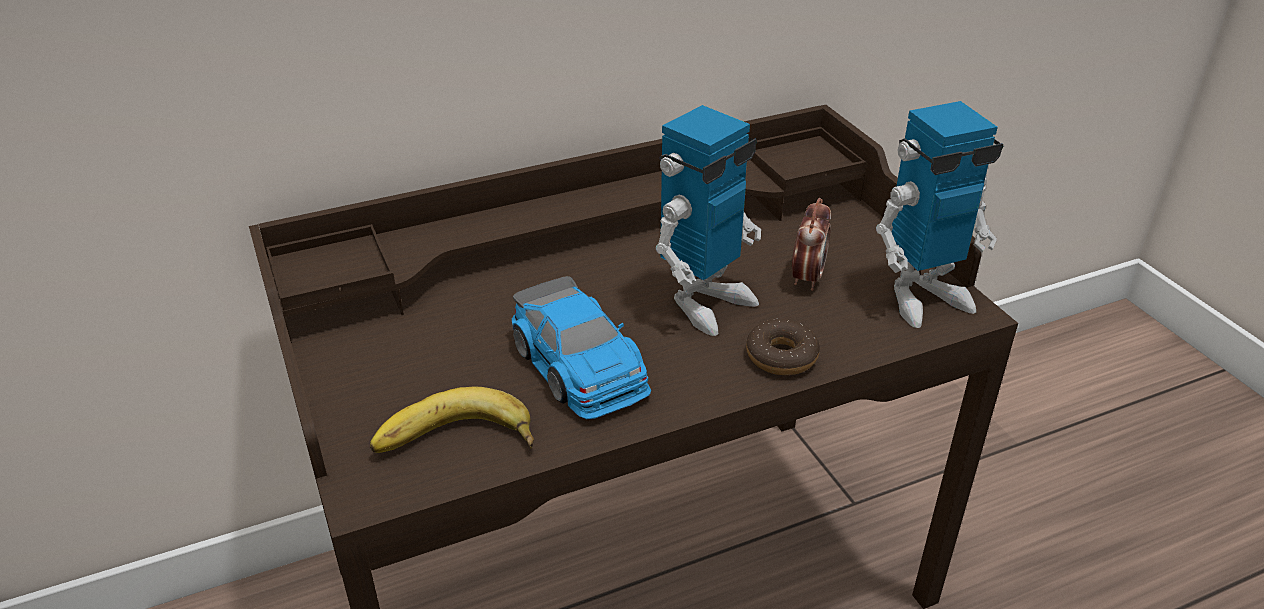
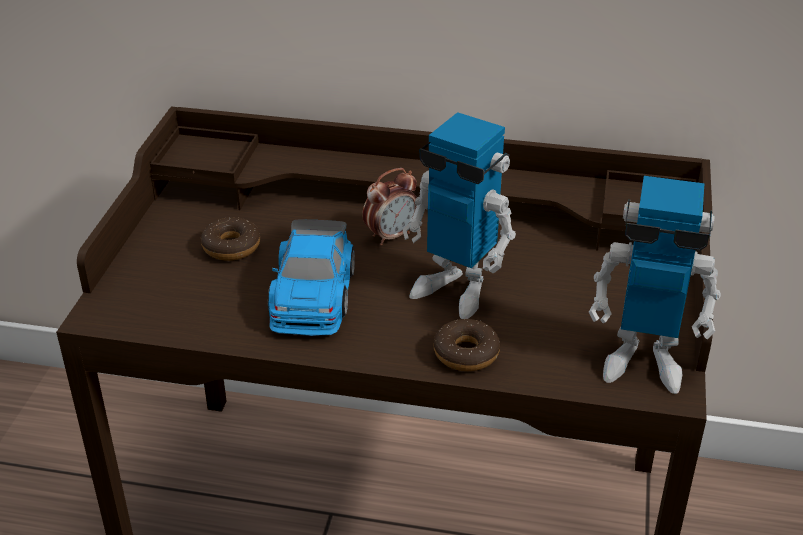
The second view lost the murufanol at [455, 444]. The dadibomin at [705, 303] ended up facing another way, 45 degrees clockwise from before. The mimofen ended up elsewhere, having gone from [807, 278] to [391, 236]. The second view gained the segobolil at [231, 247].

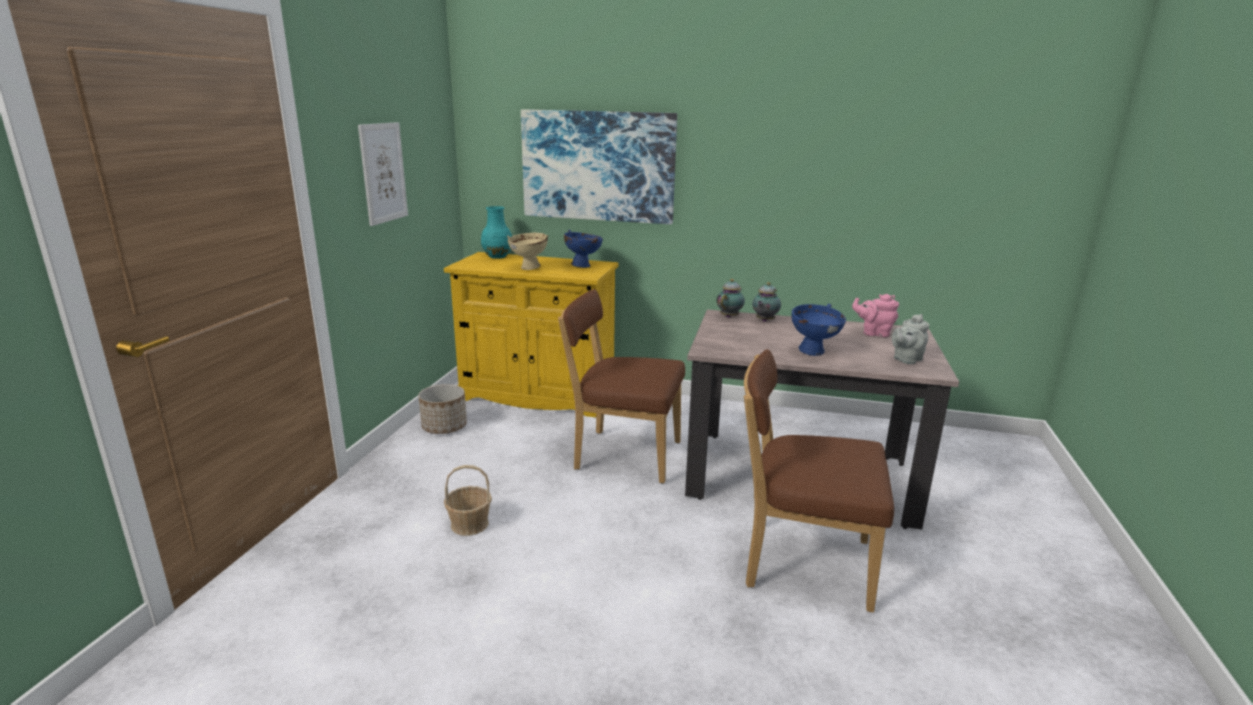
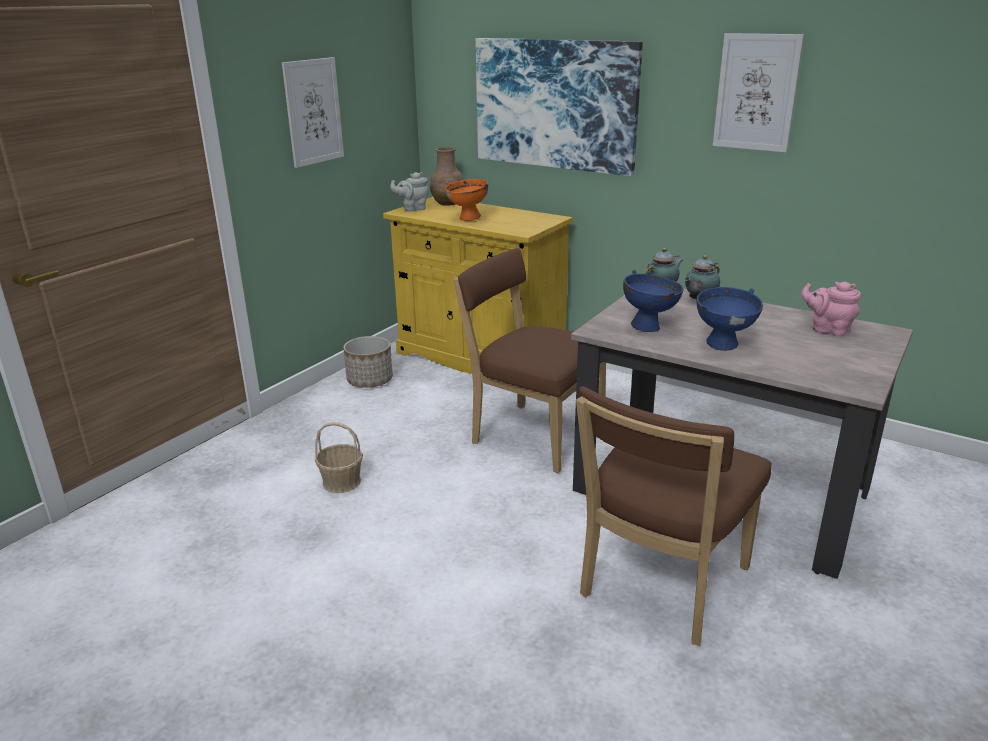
What was the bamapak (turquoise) at [498, 256] turned into the bamapak (brown) at [448, 203]. What was the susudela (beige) at [529, 268] turned into the susudela (orange) at [468, 219]. The susudela (blue) ended up elsewhere, having gone from [583, 266] to [648, 327]. The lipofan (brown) at [800, 562] ended up facing another way, 90 degrees counterclockwise from before. The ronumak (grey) ended up elsewhere, having gone from [906, 359] to [412, 209]. The second view gained the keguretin at [756, 92].

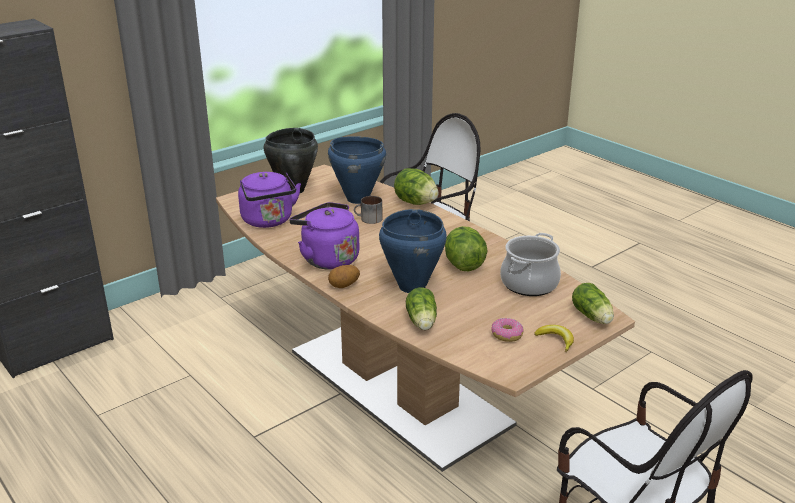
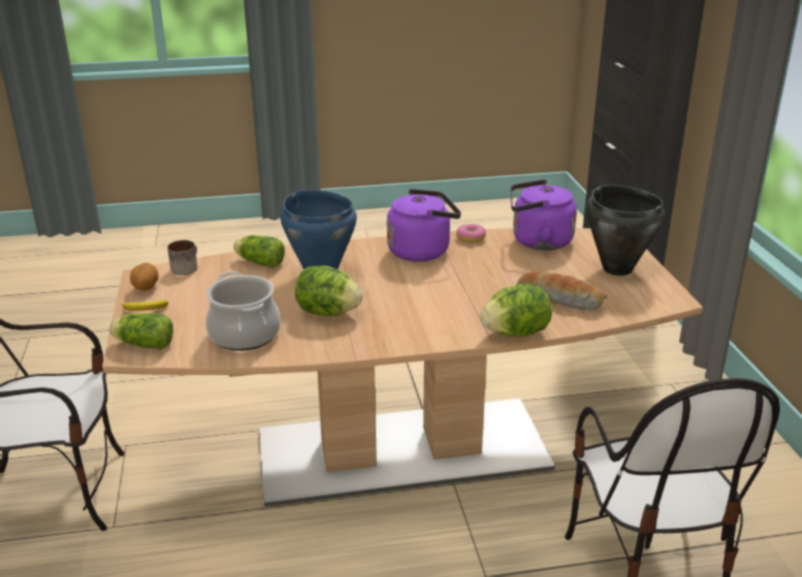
Where the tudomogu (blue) stood at [357, 199], the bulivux came to stand at [560, 299]. The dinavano ended up elsewhere, having gone from [344, 286] to [145, 288]. The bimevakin ended up elsewhere, having gone from [368, 219] to [185, 267]. The segobolil ended up elsewhere, having gone from [506, 335] to [471, 238].

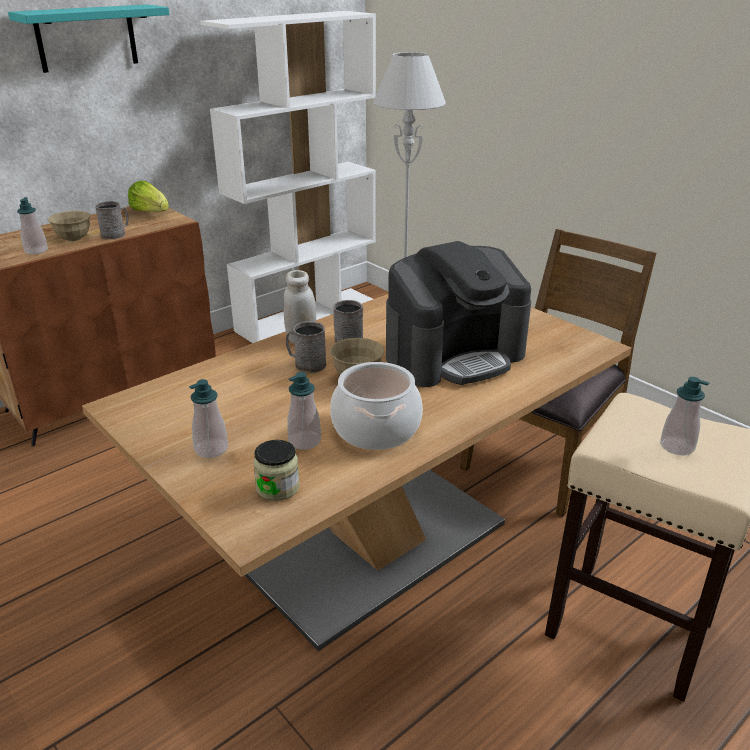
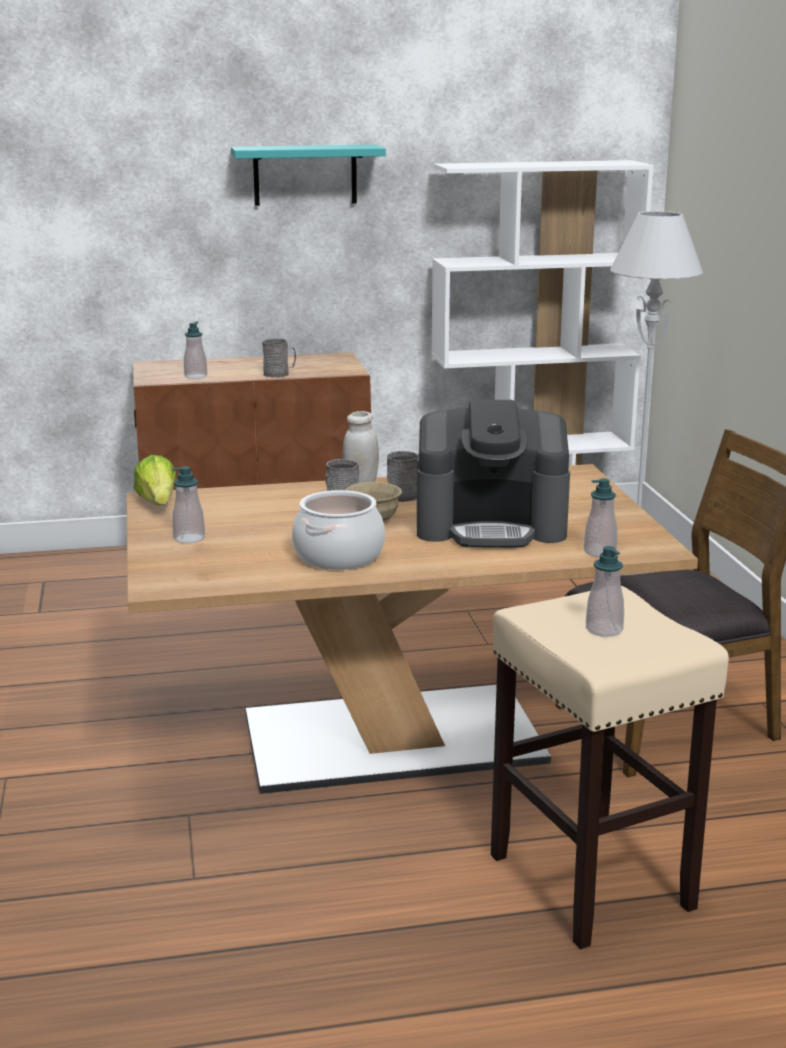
The second view lost the susudela (beige) at [74, 239]. The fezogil ended up elsewhere, having gone from [151, 212] to [158, 503]. The second view lost the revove at [278, 487]. The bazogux ended up elsewhere, having gone from [304, 441] to [599, 552].

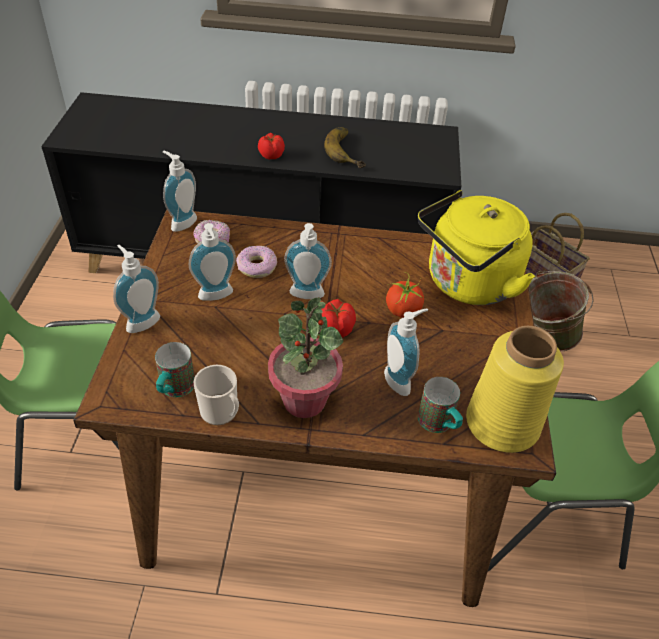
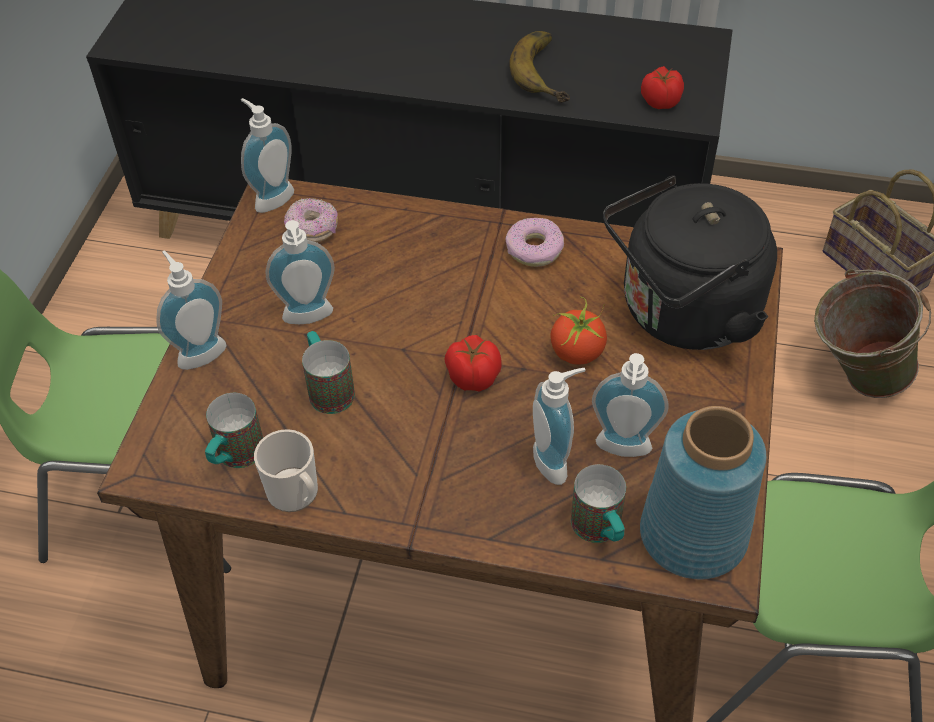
The segobolil ended up elsewhere, having gone from [257, 267] to [534, 249]. The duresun ended up elsewhere, having gone from [271, 155] to [660, 101]. The second view lost the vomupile at [304, 400]. The bazogux ended up elsewhere, having gone from [306, 296] to [622, 451]. What was the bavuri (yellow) at [467, 284] turned into the bavuri (black) at [682, 314]. What was the bamapak (yellow) at [502, 425] turned into the bamapak (blue) at [693, 537]. The second view gained the bimevakin at [328, 388].

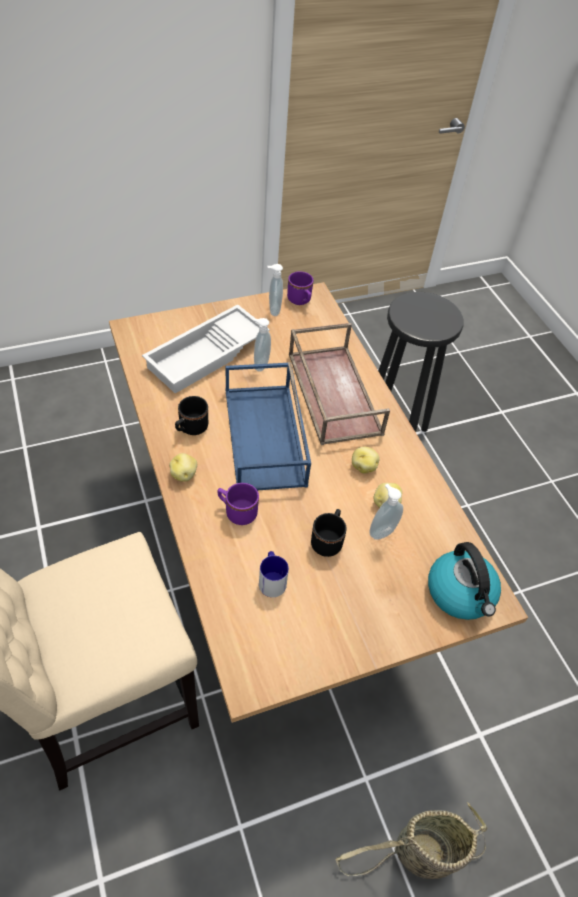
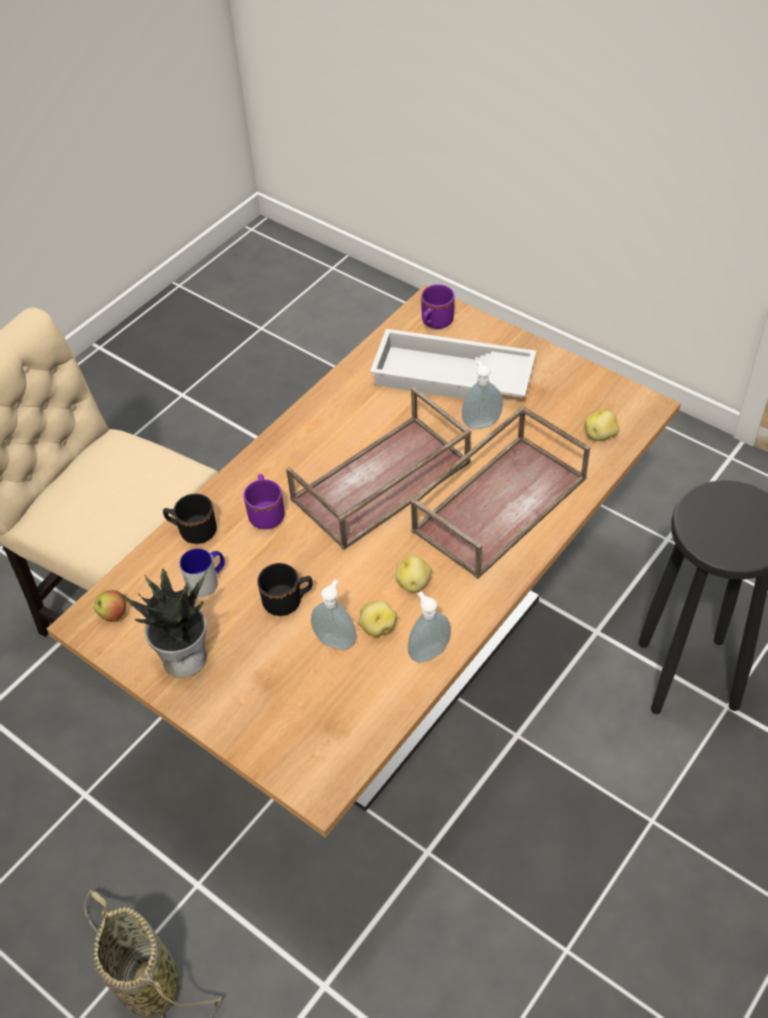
The dinavano ended up elsewhere, having gone from [184, 474] to [601, 435]. The bimevakin (black) ended up elsewhere, having gone from [190, 429] to [192, 531]. What was the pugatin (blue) at [266, 437] turned into the pugatin (brown) at [381, 483]. The bazogux ended up elsewhere, having gone from [273, 310] to [428, 651]. The bimevakin (purple) ended up elsewhere, having gone from [300, 301] to [435, 323]. The second view lost the bavuri at [461, 593]. The second view gained the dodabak at [113, 614]. The second view gained the vomupile at [185, 656].

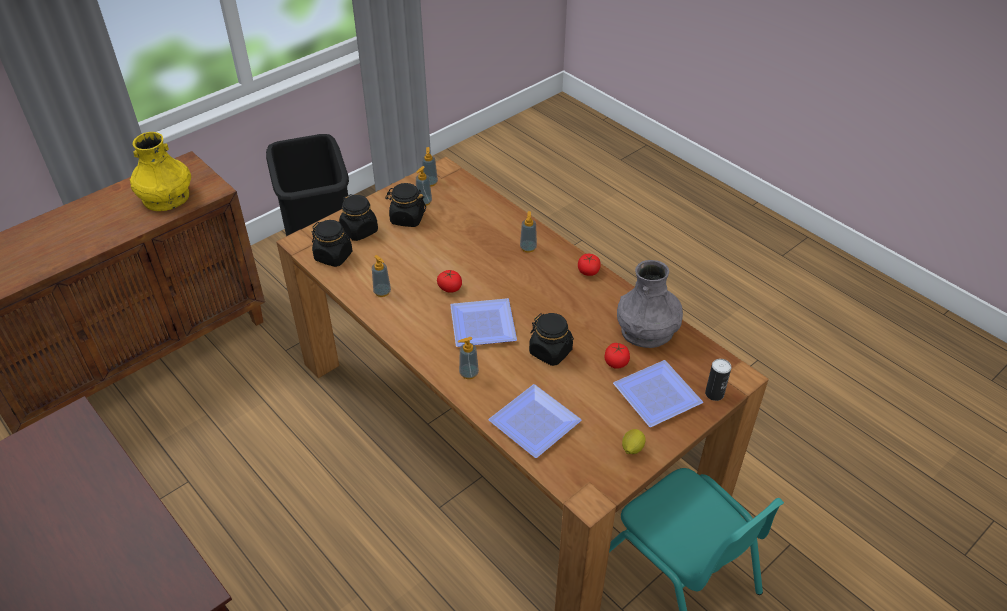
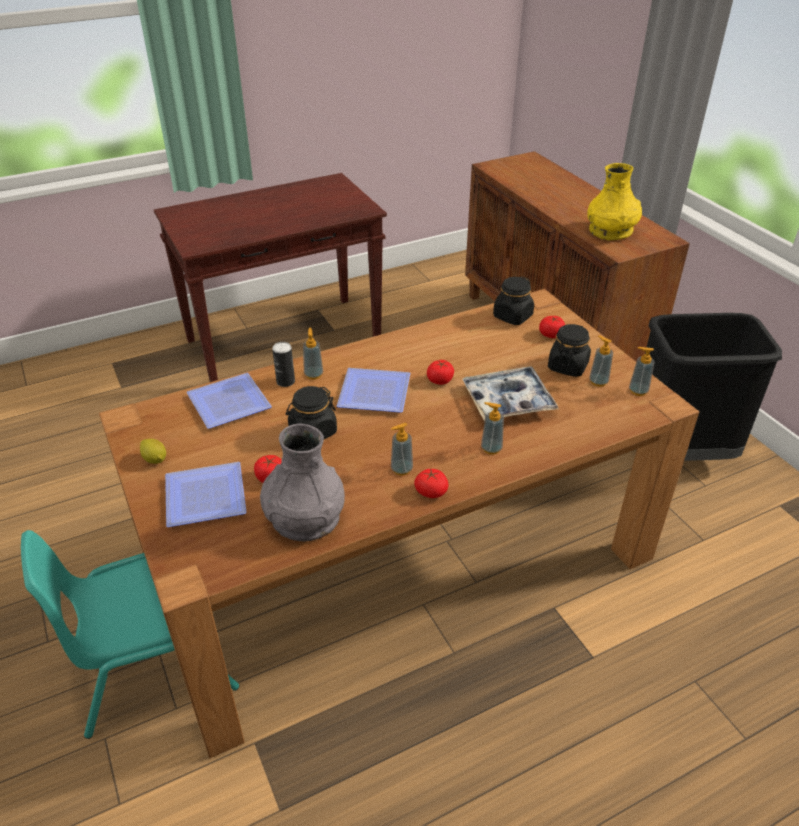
Where the revove (black) stood at [359, 231], the duresun came to stand at [551, 334]. The bazogux ended up elsewhere, having gone from [382, 292] to [401, 469]. The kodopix ended up elsewhere, having gone from [714, 394] to [285, 381]. The second view gained the pugatin at [508, 401].

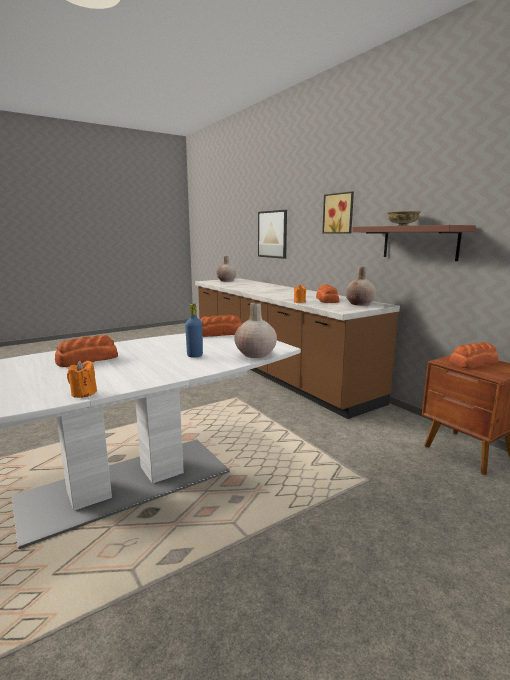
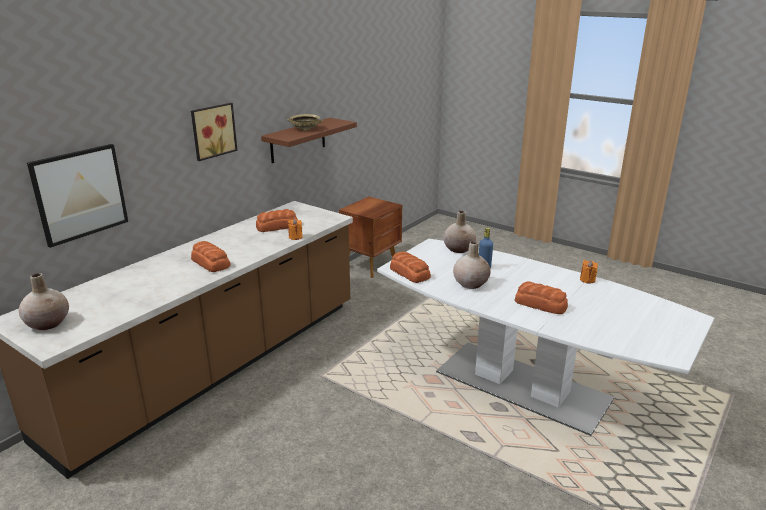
The bamapak (beige) ended up elsewhere, having gone from [360, 304] to [471, 284]. The bulivux ended up elsewhere, having gone from [474, 363] to [210, 262].

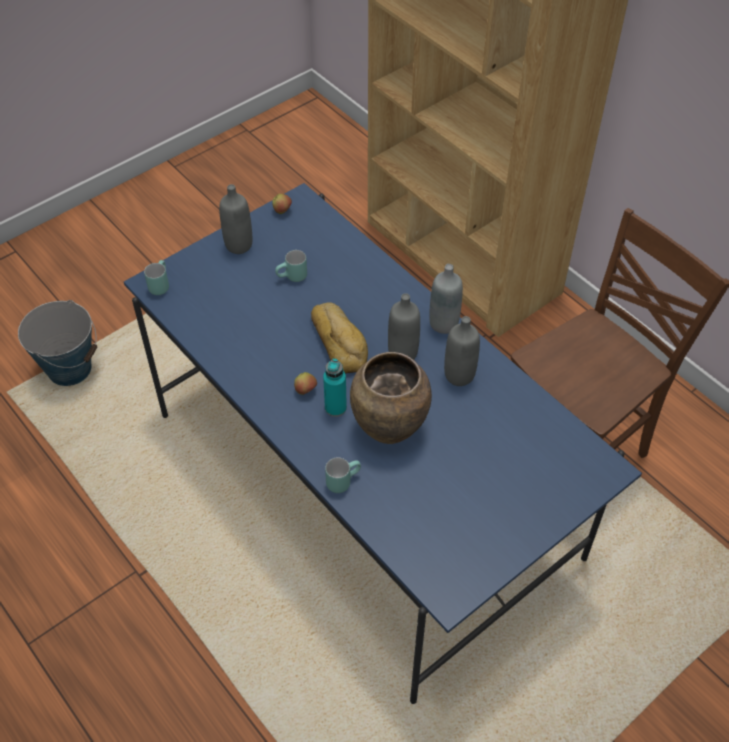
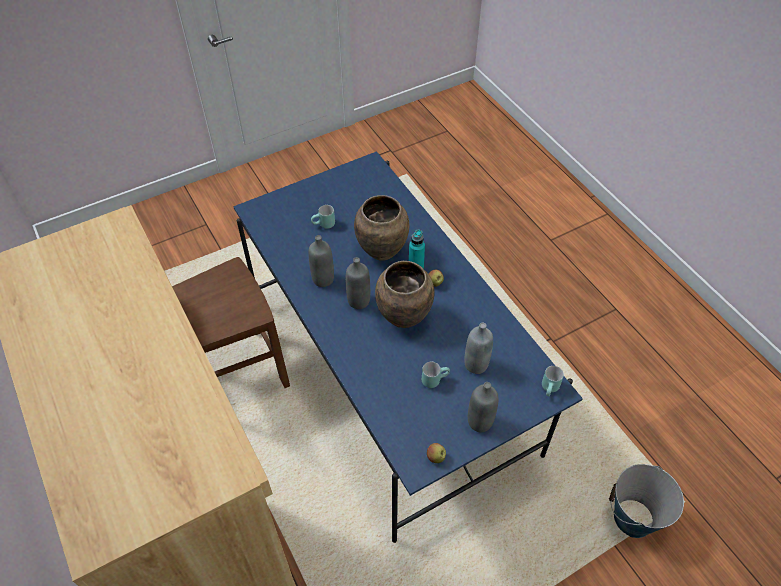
Where the bulivux stood at [339, 341], the bamapak (brown) came to stand at [404, 316]. The bimevakin (turquoise) ended up elsewhere, having gone from [342, 480] to [324, 225]. The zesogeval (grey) ended up elsewhere, having gone from [443, 323] to [476, 364].

